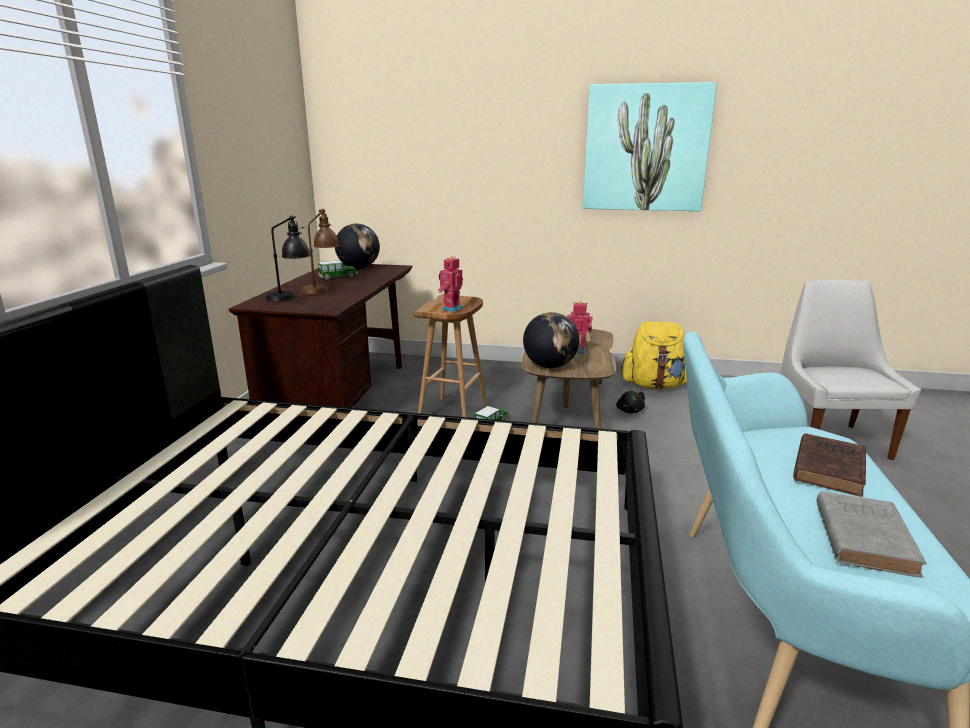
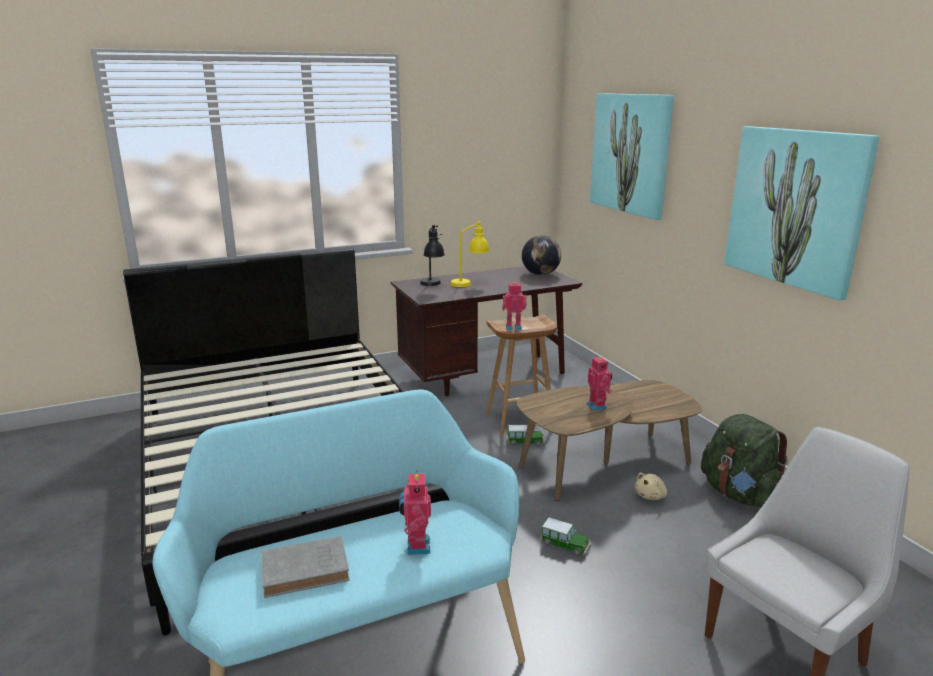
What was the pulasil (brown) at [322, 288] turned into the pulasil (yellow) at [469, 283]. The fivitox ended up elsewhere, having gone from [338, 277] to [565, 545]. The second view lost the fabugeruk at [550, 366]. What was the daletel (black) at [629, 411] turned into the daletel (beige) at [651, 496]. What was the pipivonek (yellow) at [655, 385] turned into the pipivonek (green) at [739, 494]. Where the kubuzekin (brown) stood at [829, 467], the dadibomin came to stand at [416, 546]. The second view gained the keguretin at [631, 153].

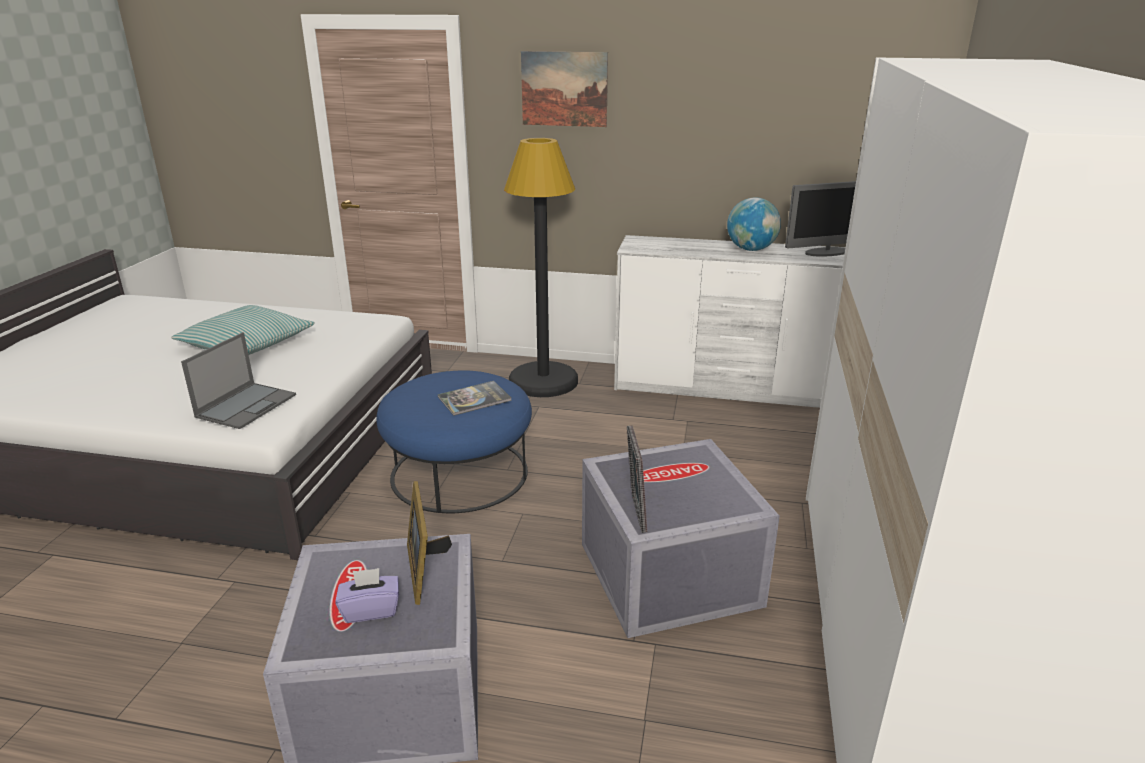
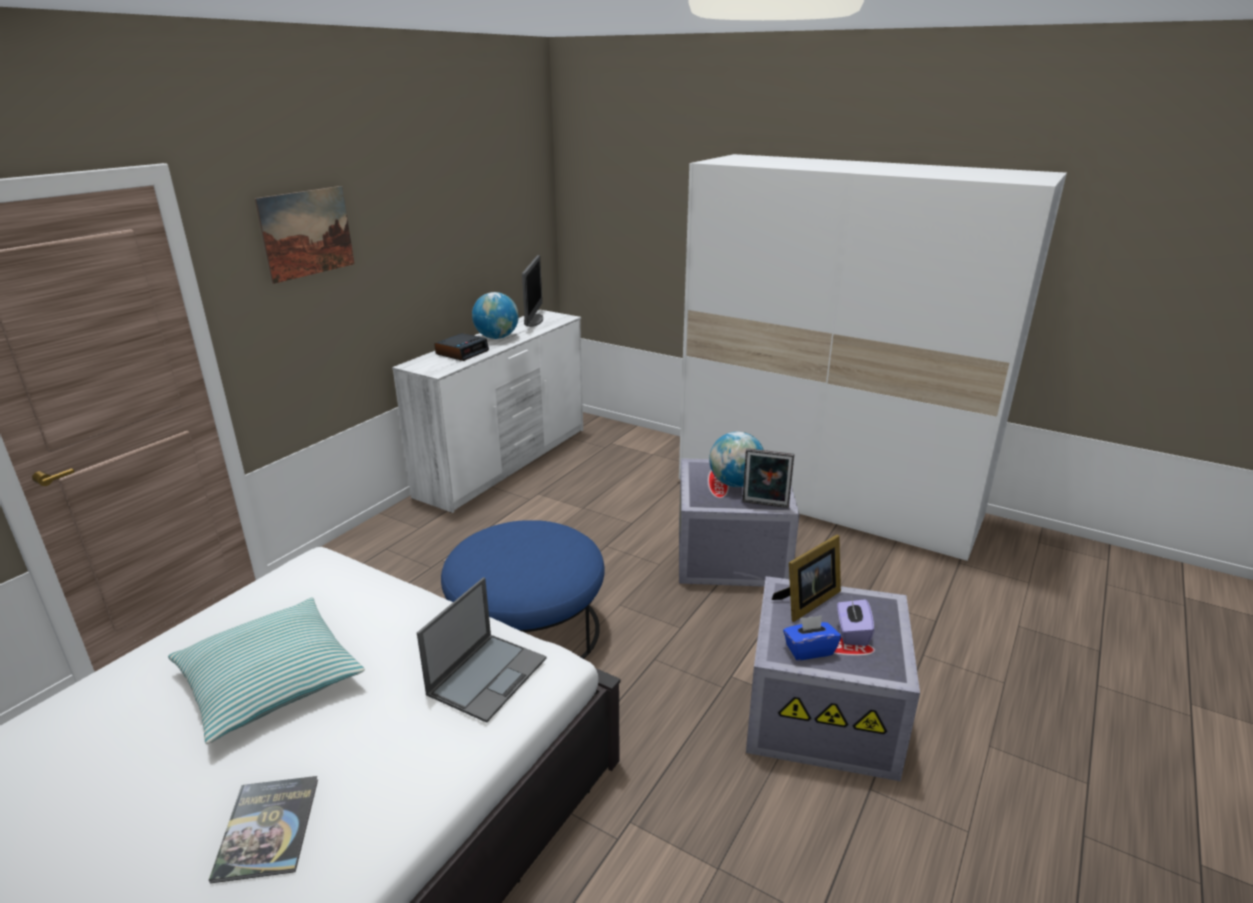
The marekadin at [247, 405] ended up facing another way, 75 degrees clockwise from before. The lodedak at [425, 569] ended up facing another way, 45 degrees counterclockwise from before. The kubuzekin ended up elsewhere, having gone from [474, 399] to [267, 828]. The second view lost the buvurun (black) at [543, 381]. The second view gained the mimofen at [462, 352]. The second view gained the fabugeruk at [735, 483]. The second view gained the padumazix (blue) at [809, 650].

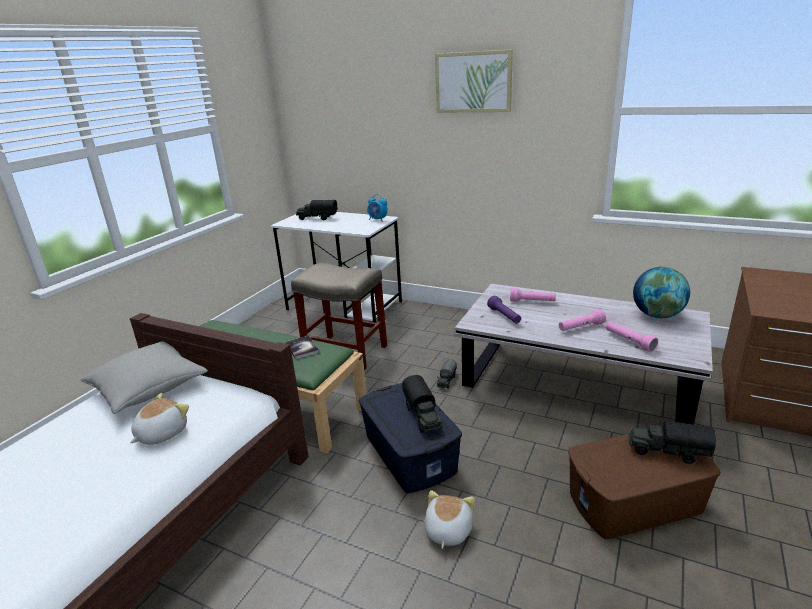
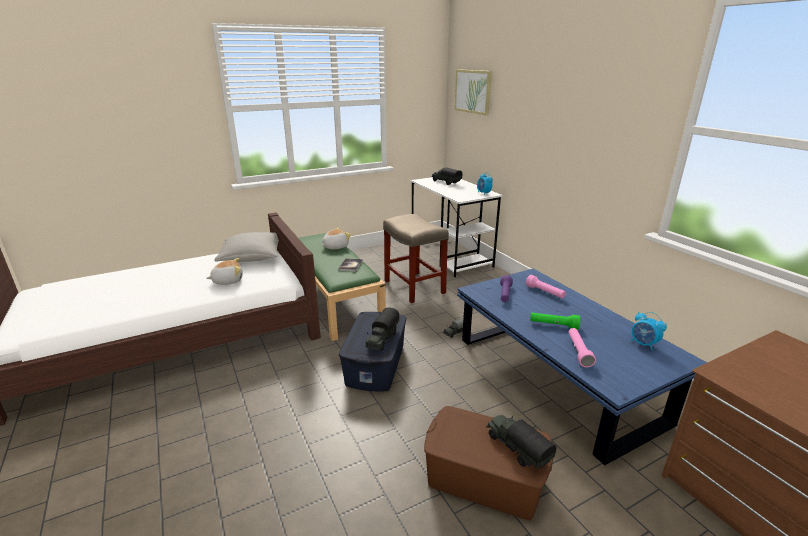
The daletel ended up elsewhere, having gone from [447, 531] to [335, 247]. The keguretin ended up elsewhere, having gone from [473, 82] to [473, 91]. What was the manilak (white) at [575, 383] turned into the manilak (blue) at [555, 378]. What was the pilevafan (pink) at [580, 327] turned into the pilevafan (green) at [553, 325]. Where the fabugeruk stood at [657, 315], the mimofen came to stand at [643, 344].

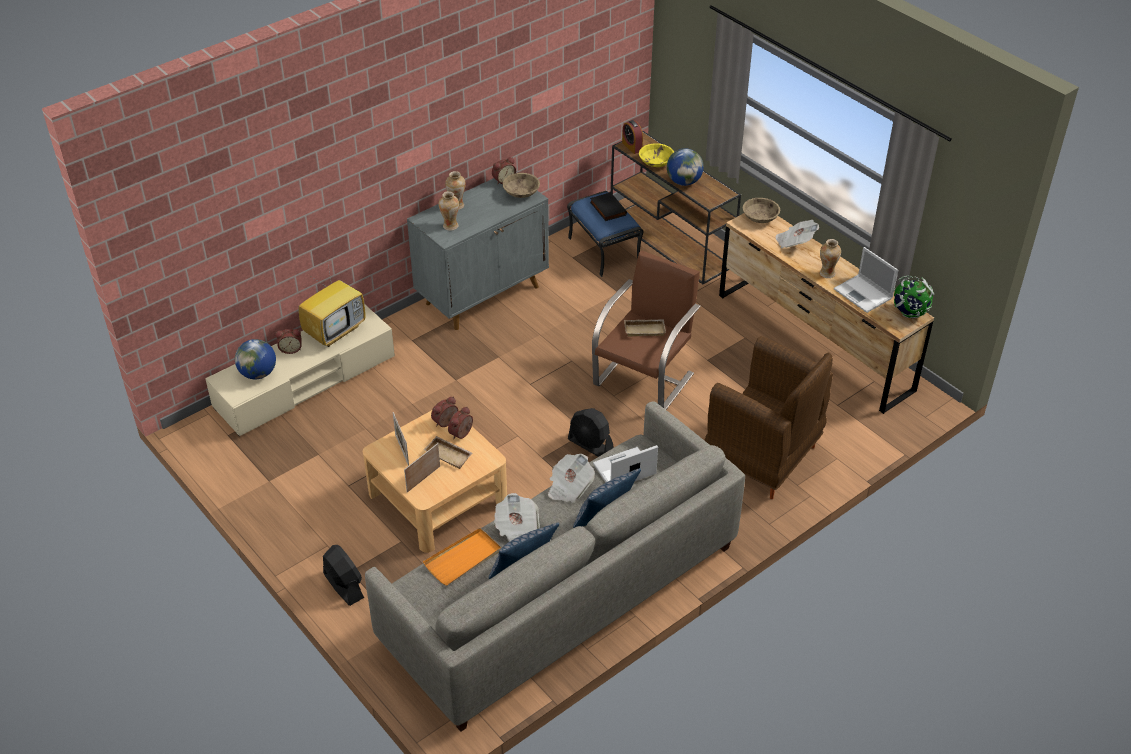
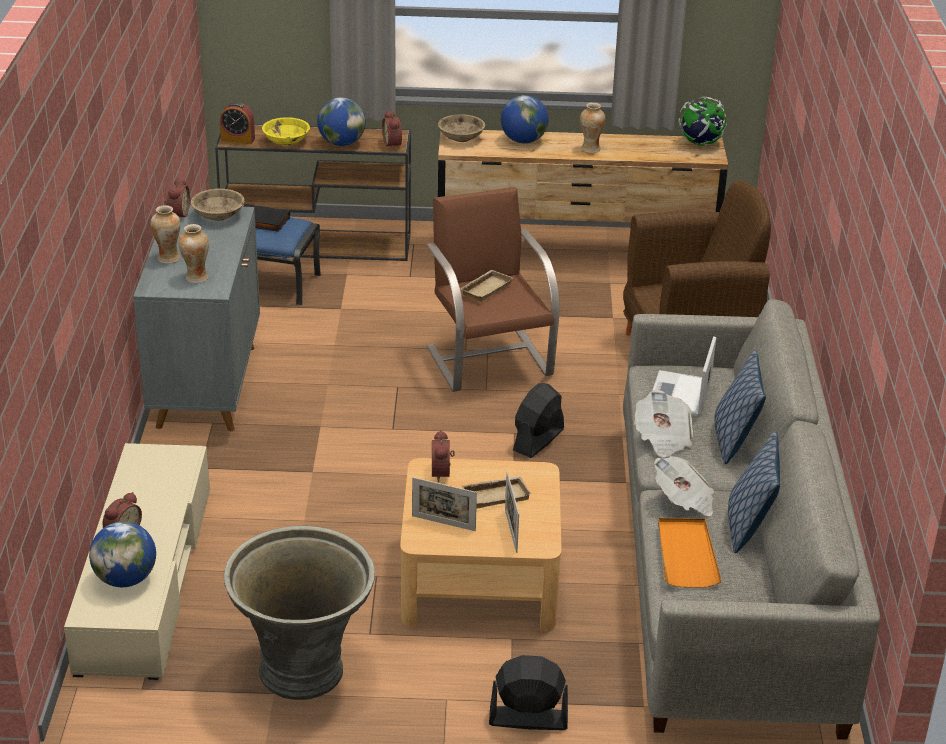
The second view lost the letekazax at [335, 331]. The mimofen ended up elsewhere, having gone from [462, 434] to [394, 144]. The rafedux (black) at [590, 445] ended up facing another way, 135 degrees clockwise from before. Where the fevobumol stood at [795, 242], the fabugeruk came to stand at [523, 141]. The second view lost the marekadin at [863, 294]. The second view gained the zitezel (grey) at [303, 672].

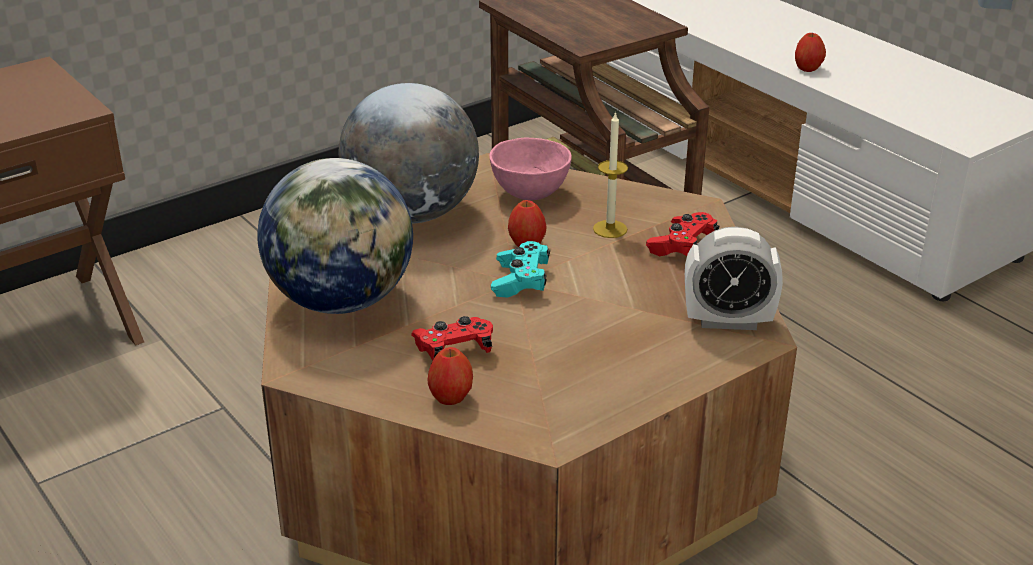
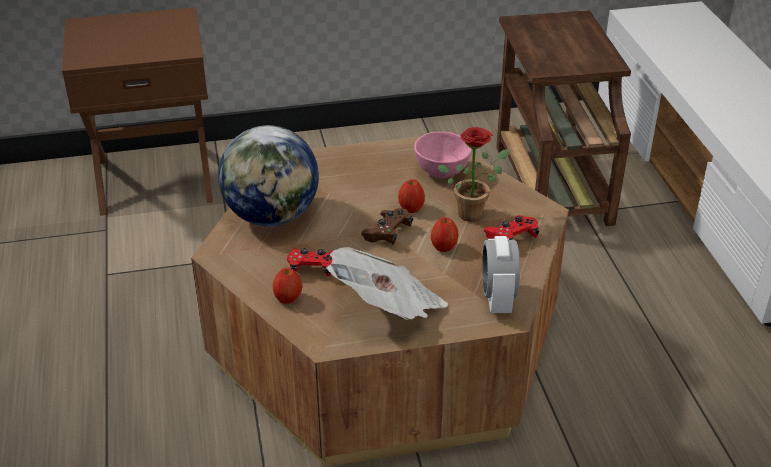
The second view lost the fabugeruk at [411, 214]. What was the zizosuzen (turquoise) at [520, 281] turned into the zizosuzen (brown) at [387, 233]. Where the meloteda stood at [610, 229], the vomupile came to stand at [473, 212]. The mimofen at [728, 321] ended up facing another way, 60 degrees clockwise from before. The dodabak ended up elsewhere, having gone from [808, 69] to [444, 247]. The second view gained the fevobumol at [388, 308].

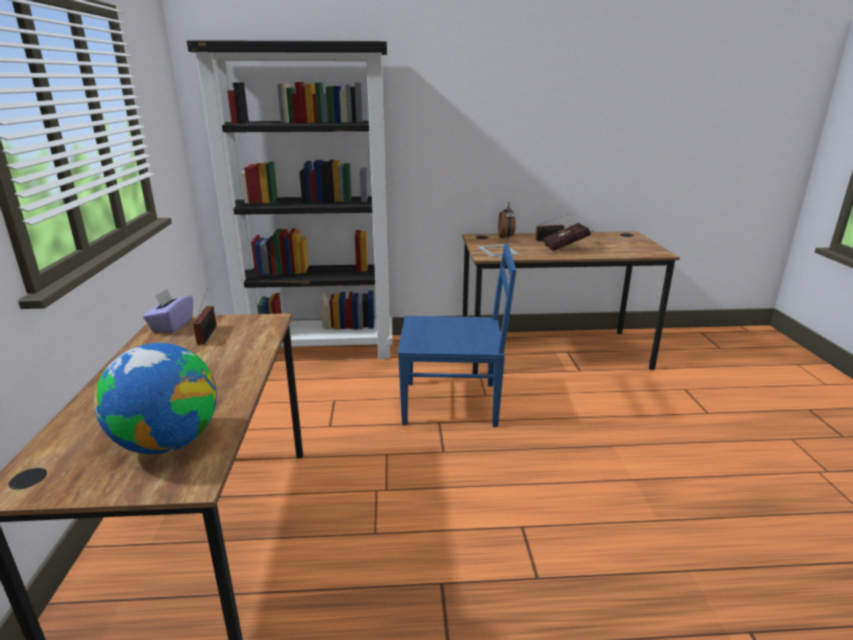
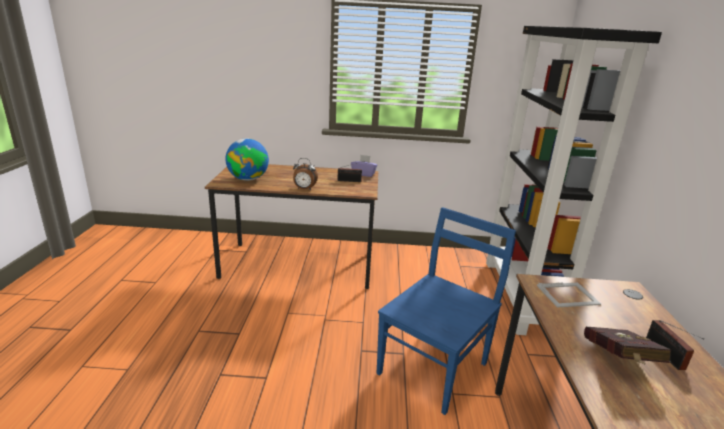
The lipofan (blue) at [453, 403] ended up facing another way, 150 degrees counterclockwise from before. The mimofen ended up elsewhere, having gone from [506, 238] to [304, 189].

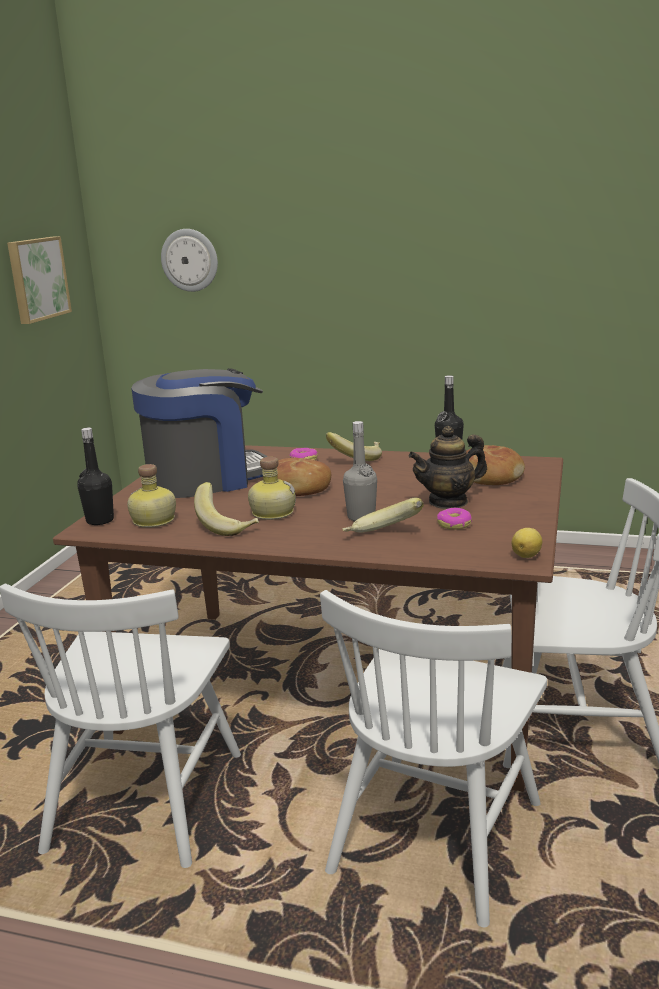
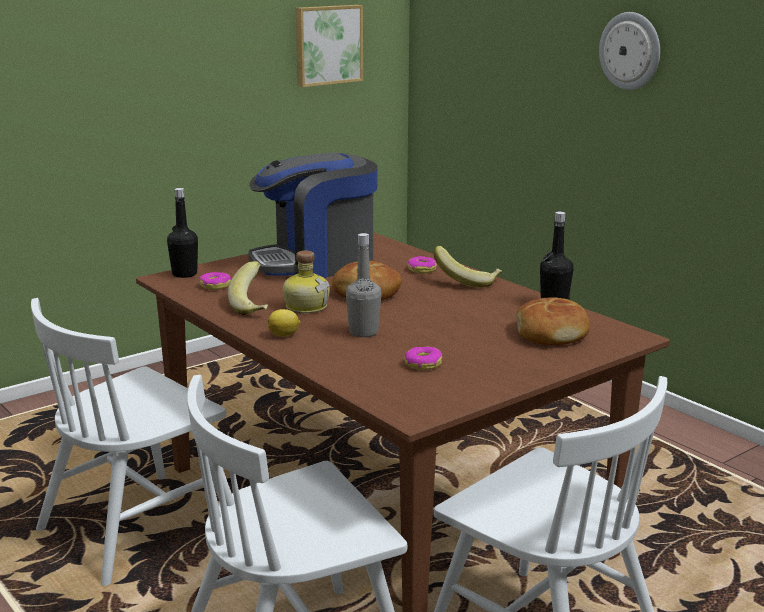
Where the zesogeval stood at [153, 521], the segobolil came to stand at [215, 286]. The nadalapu at [206, 479] ended up facing another way, 150 degrees clockwise from before. The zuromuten ended up elsewhere, having gone from [190, 260] to [630, 51]. The second view lost the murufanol at [382, 537]. The second view lost the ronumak at [448, 502]. The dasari ended up elsewhere, having gone from [527, 555] to [284, 335].

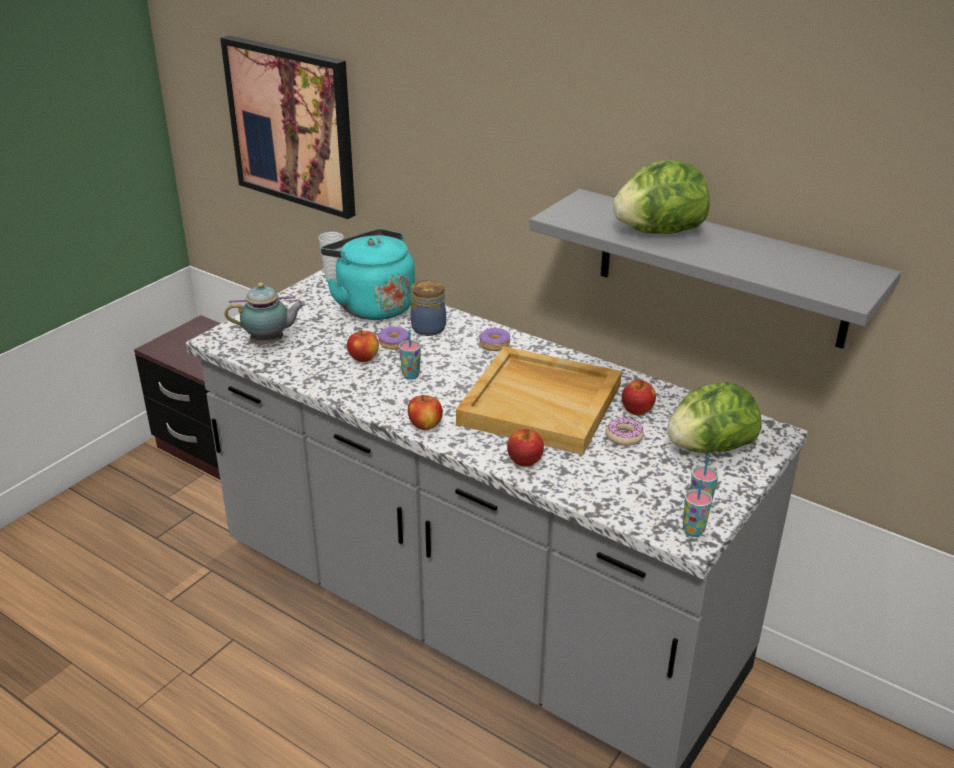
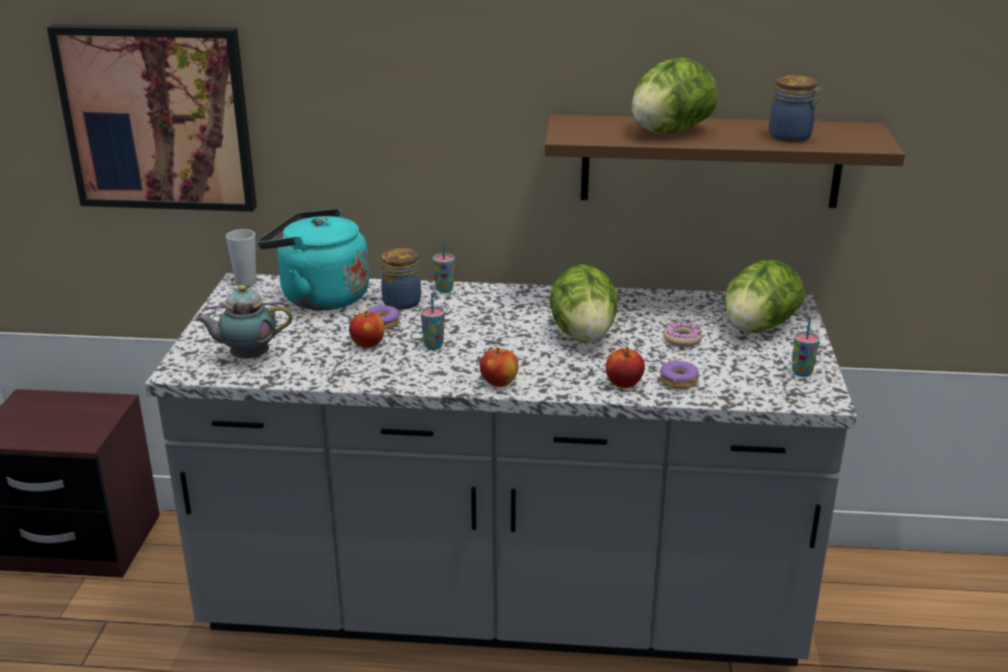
The ronumak at [270, 342] ended up facing another way, 150 degrees counterclockwise from before. Where the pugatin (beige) stood at [542, 404], the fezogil came to stand at [583, 335]. The segobolil ended up elsewhere, having gone from [494, 344] to [678, 381]. What was the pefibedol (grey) at [721, 268] turned into the pefibedol (brown) at [710, 161]. The second view lost the dodabak at [637, 411]. The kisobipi ended up elsewhere, having gone from [693, 531] to [444, 289]. The second view gained the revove at [791, 137].

